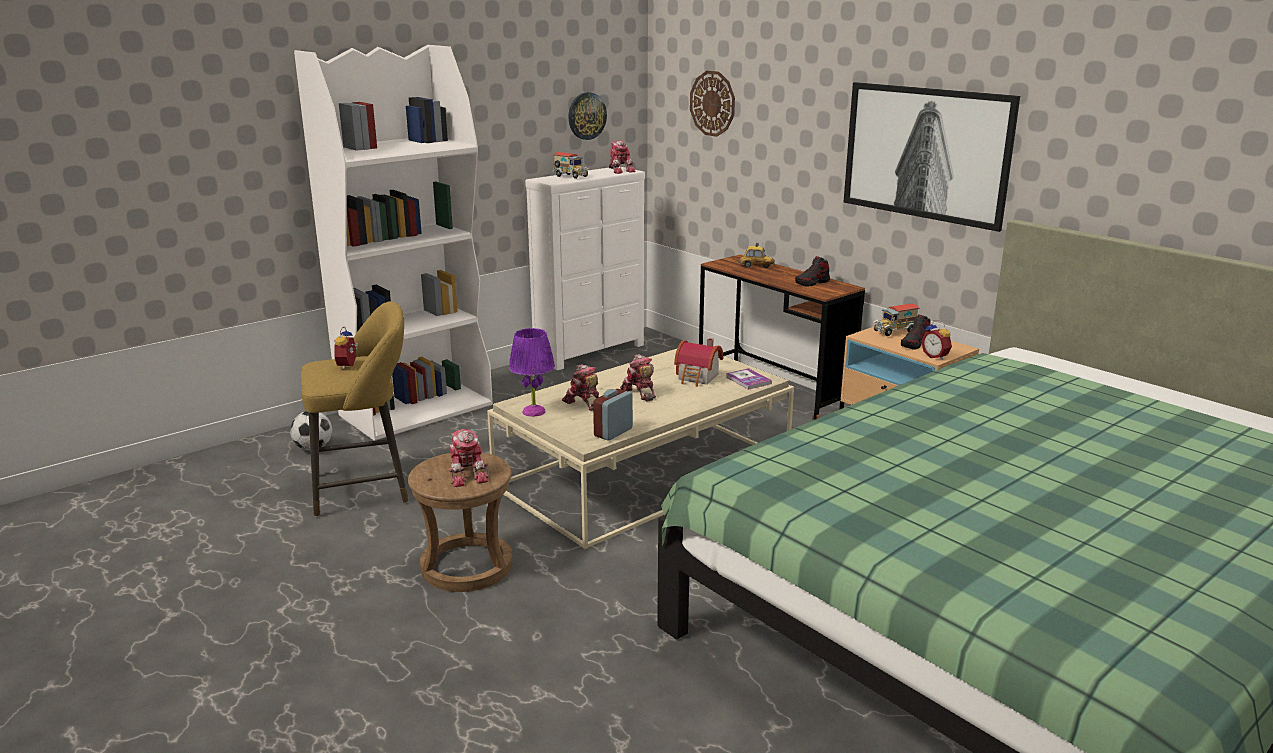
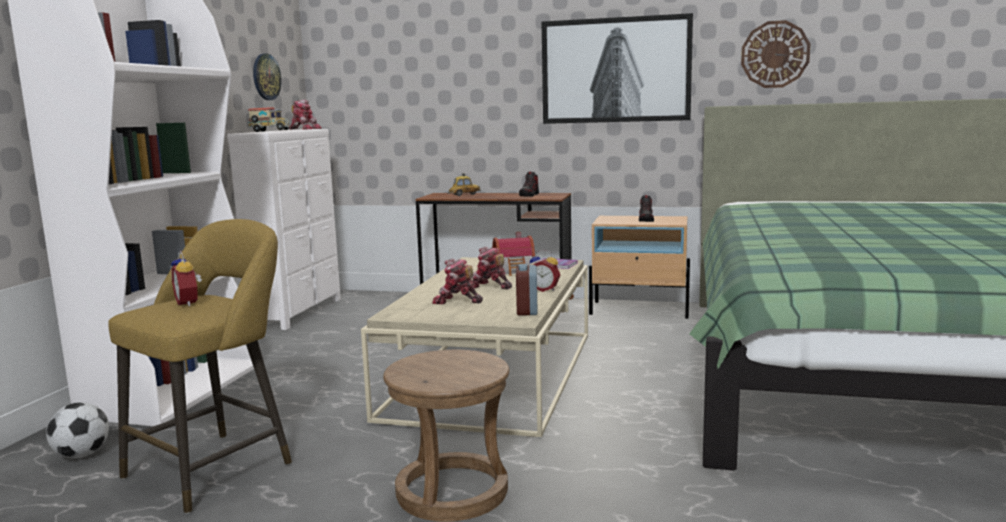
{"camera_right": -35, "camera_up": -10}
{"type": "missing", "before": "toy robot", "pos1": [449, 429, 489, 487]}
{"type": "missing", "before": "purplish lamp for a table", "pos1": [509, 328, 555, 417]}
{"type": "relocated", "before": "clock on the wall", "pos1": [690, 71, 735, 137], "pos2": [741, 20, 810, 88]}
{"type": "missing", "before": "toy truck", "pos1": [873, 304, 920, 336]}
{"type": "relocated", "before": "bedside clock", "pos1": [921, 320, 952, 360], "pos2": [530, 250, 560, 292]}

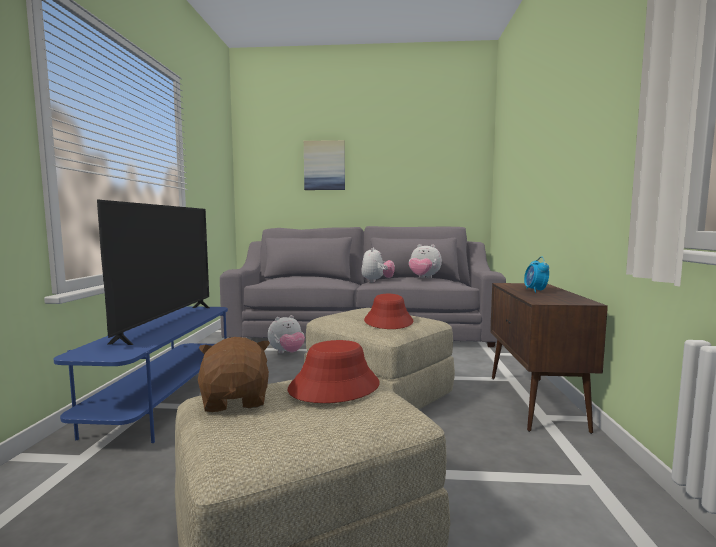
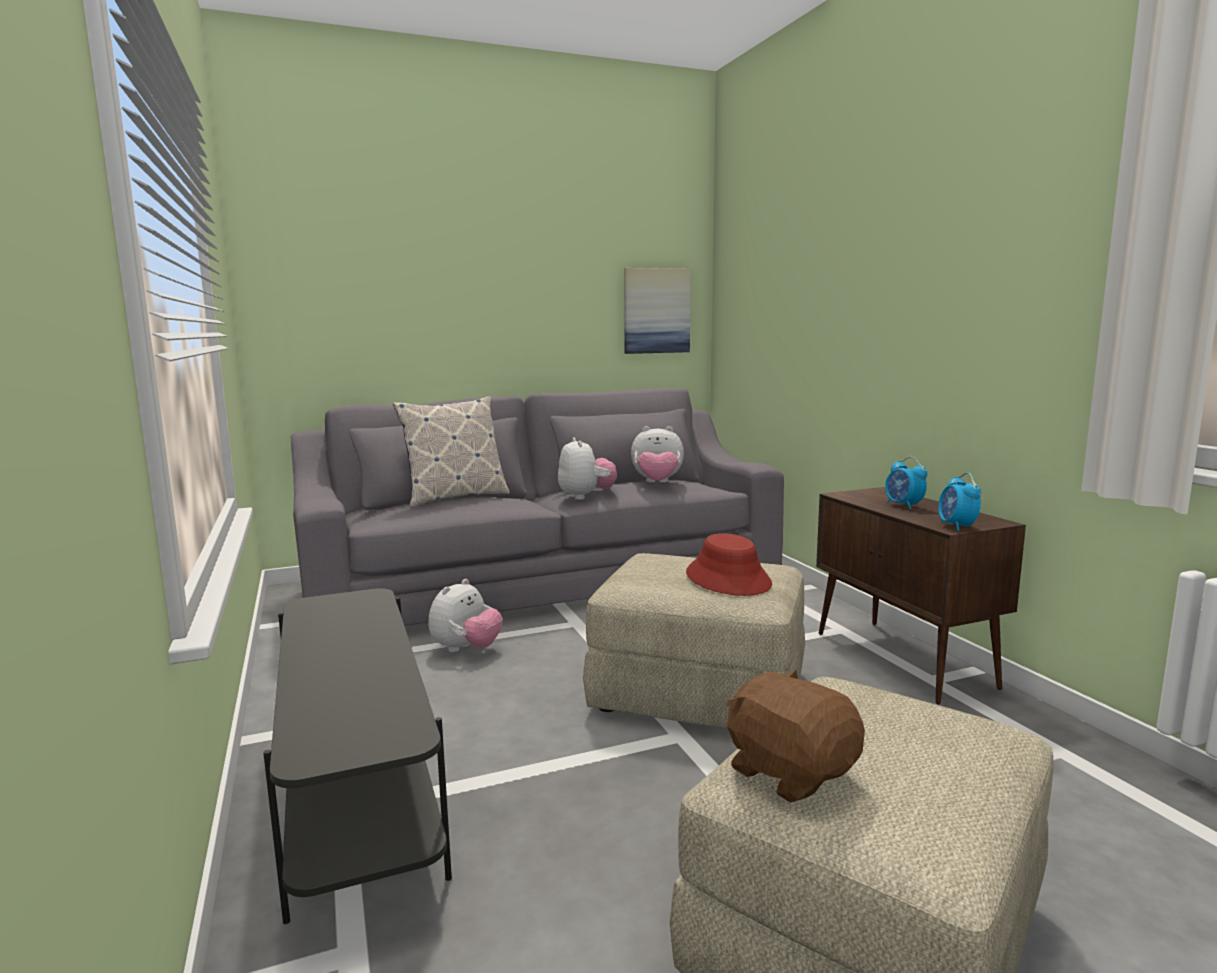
{"camera_right": -25, "camera_up": 5}
{"type": "colour", "before": "blue-coloured tv unit", "after": "greyish tv unit", "pos1": [54, 306, 228, 443], "pos2": [263, 588, 452, 924]}
{"type": "missing", "before": "TV", "pos1": [97, 200, 210, 345]}
{"type": "missing", "before": "red clothing hat", "pos1": [288, 340, 379, 403]}
{"type": "relocated", "before": "wall art", "pos1": [304, 140, 345, 190], "pos2": [624, 268, 691, 354]}
{"type": "appeared", "after": "cushion", "pos2": [393, 396, 510, 508]}
{"type": "appeared", "after": "bedside clock", "pos2": [938, 472, 981, 531]}

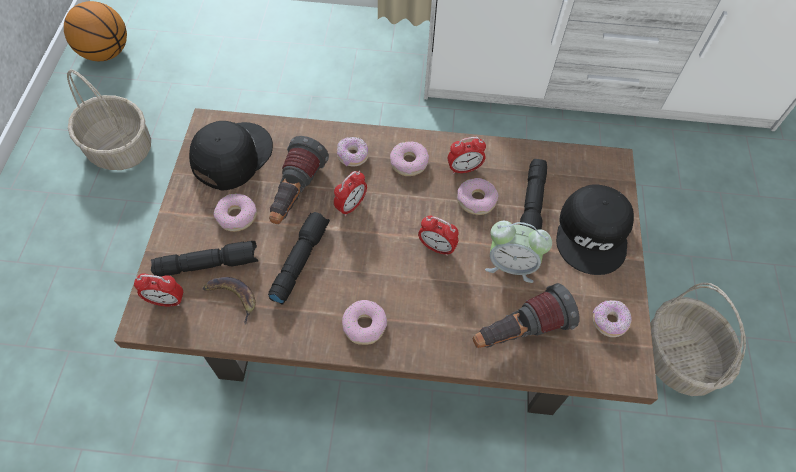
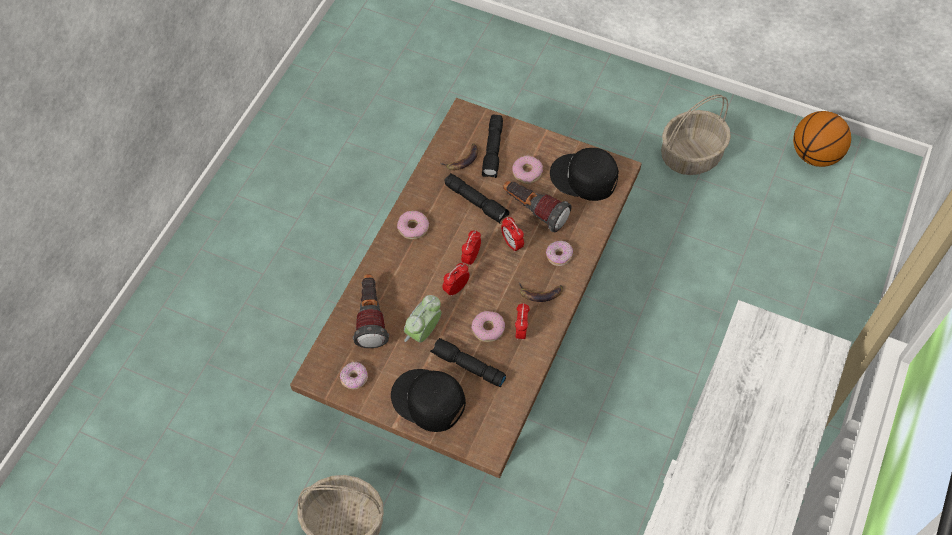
{"camera_right": 110, "camera_up": 0}
{"type": "relocated", "before": "bedside clock", "pos1": [134, 273, 183, 306], "pos2": [461, 230, 481, 266]}
{"type": "spun", "before": "black peaked cap", "pos1": [189, 121, 273, 190], "pos2": [550, 148, 619, 201], "turn": 150}
{"type": "exchanged", "before": "doughnut", "after": "banana fruit", "pos1": [390, 142, 429, 176], "pos2": [519, 282, 563, 302]}

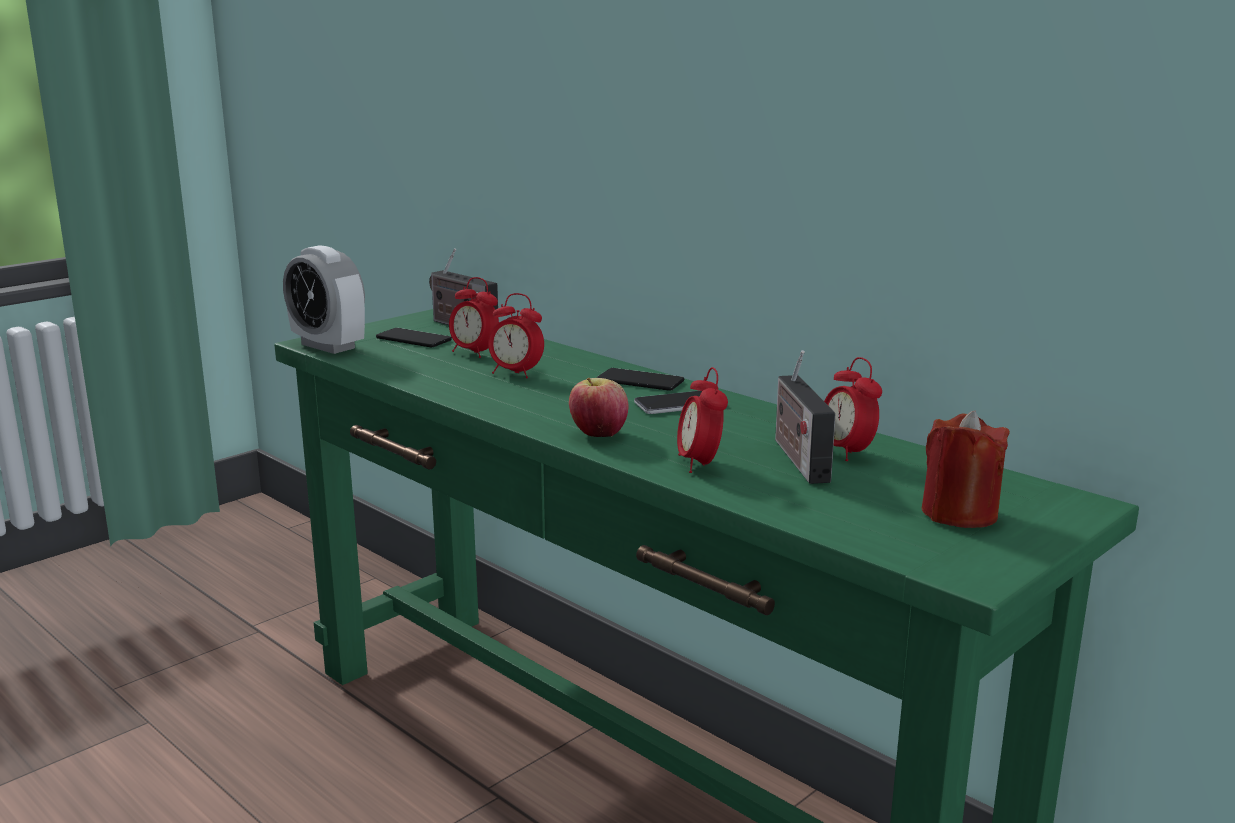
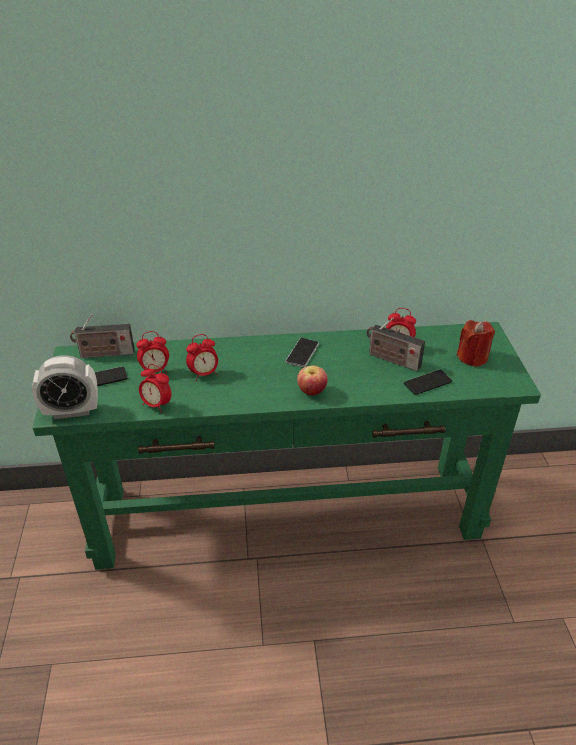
{"camera_right": -50, "camera_up": 20}
{"type": "relocated", "before": "telephone", "pos1": [597, 368, 684, 391], "pos2": [404, 370, 452, 395]}
{"type": "relocated", "before": "bedside clock", "pos1": [677, 367, 728, 473], "pos2": [139, 364, 171, 413]}

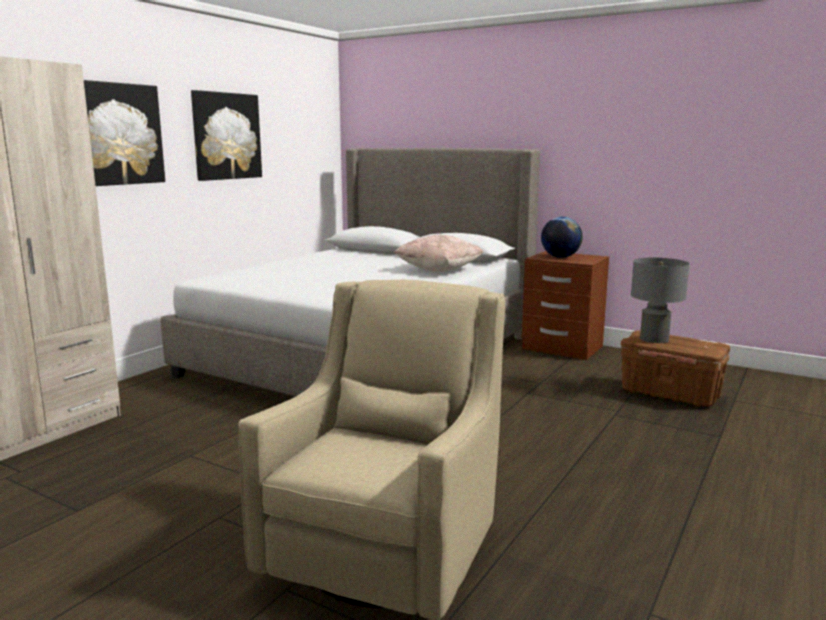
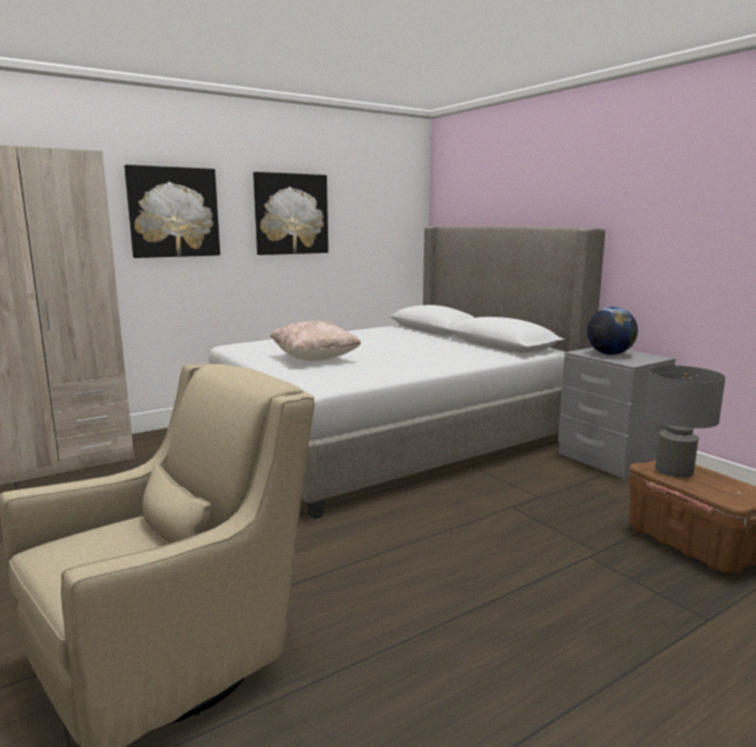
{"camera_right": 25, "camera_up": 0}
{"type": "relocated", "before": "beige-coloured cushion", "pos1": [394, 235, 483, 272], "pos2": [270, 320, 361, 361]}
{"type": "colour", "before": "brown-coloured bedside table", "after": "greyish bedside table", "pos1": [522, 251, 609, 360], "pos2": [558, 347, 675, 479]}

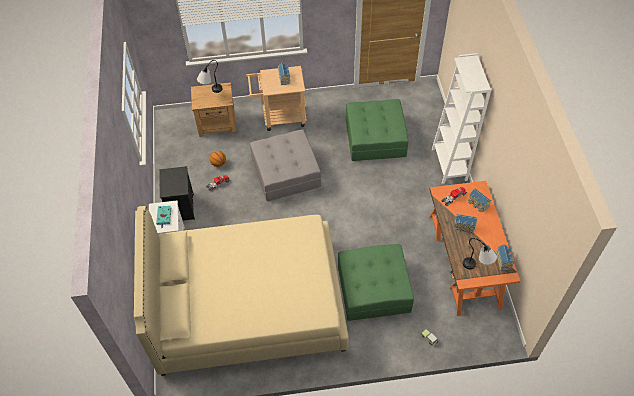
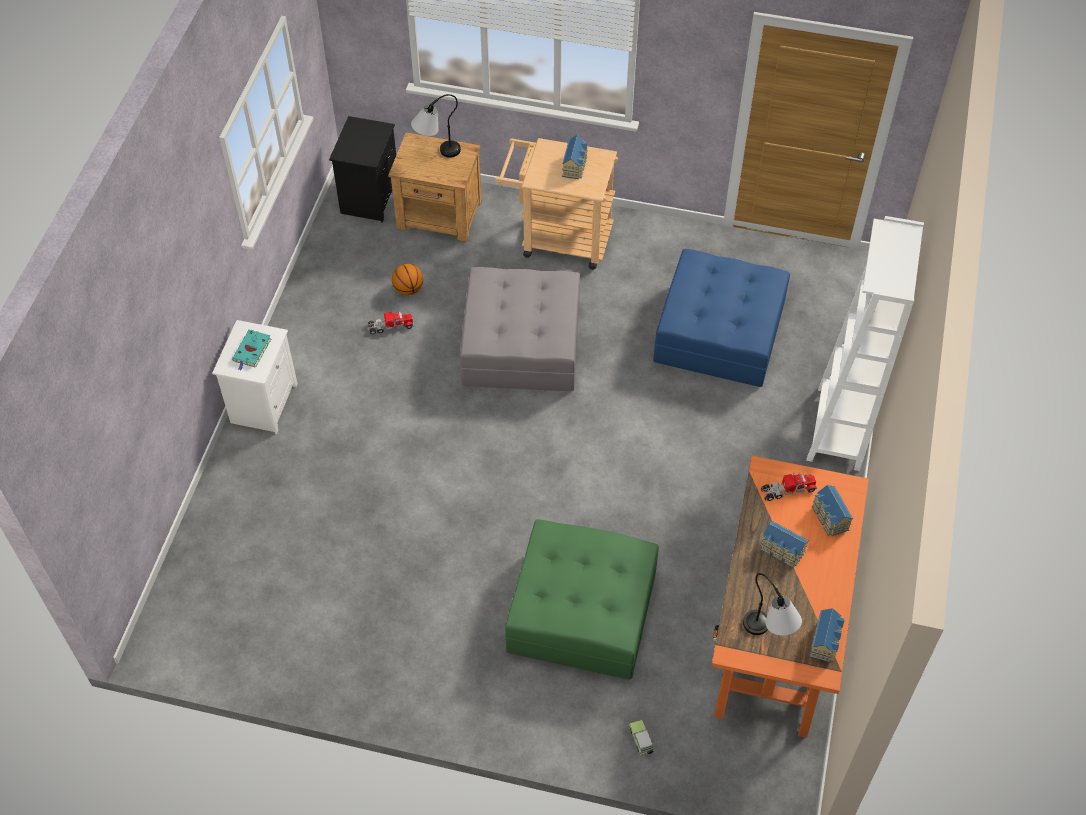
{"camera_right": 20, "camera_up": 0}
{"type": "missing", "before": "beige-coloured bedroom bed", "pos1": [134, 206, 349, 376]}
{"type": "relocated", "before": "black bedside table", "pos1": [159, 166, 195, 221], "pos2": [329, 116, 396, 223]}
{"type": "colour", "before": "green-coloured ottoman", "after": "blue-coloured ottoman", "pos1": [346, 99, 409, 161], "pos2": [653, 249, 790, 387]}

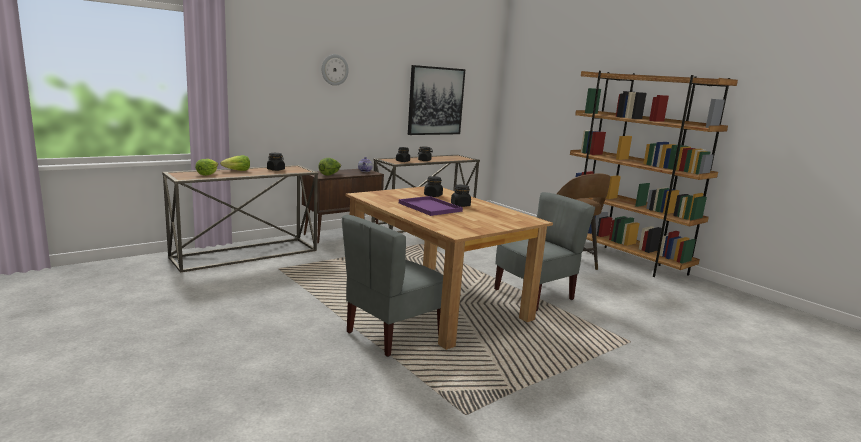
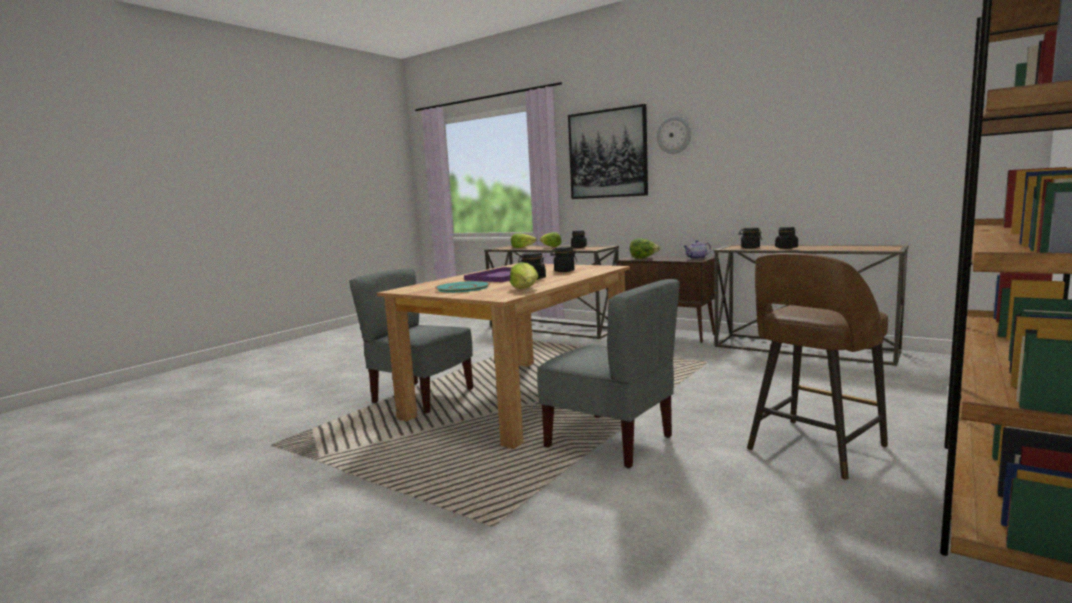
{"camera_right": 75, "camera_up": -5}
{"type": "relocated", "before": "wall art", "pos1": [408, 65, 465, 135], "pos2": [568, 104, 648, 199]}
{"type": "appeared", "after": "turquoise dinner plate", "pos2": [435, 281, 490, 293]}
{"type": "appeared", "after": "lettuce", "pos2": [510, 262, 538, 289]}

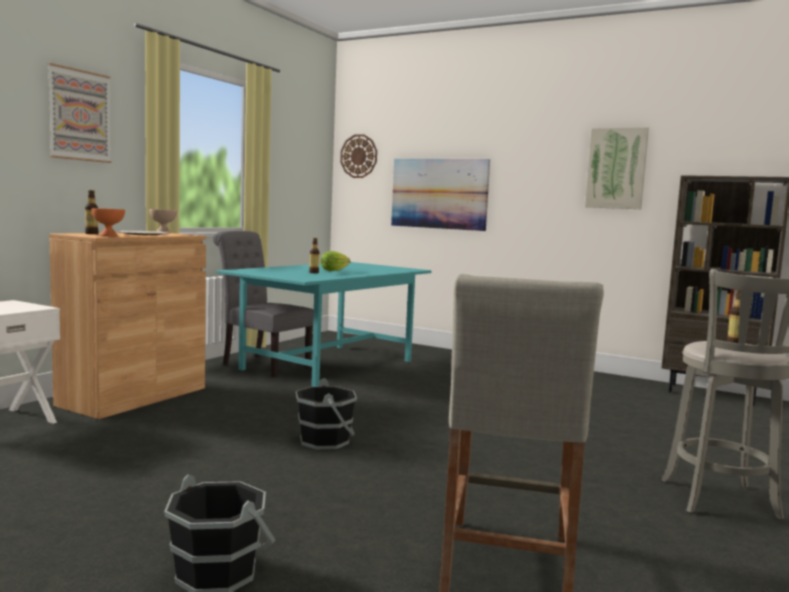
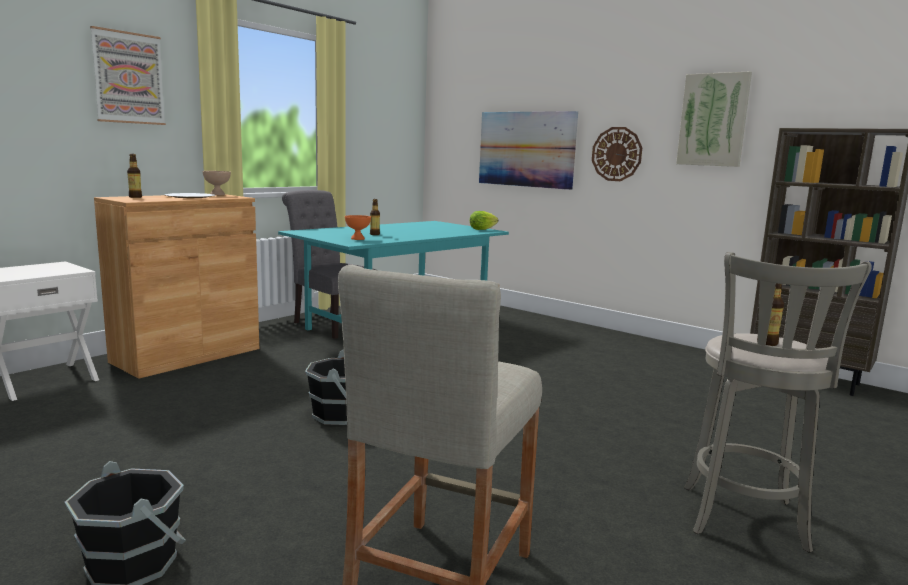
{"camera_right": 10, "camera_up": 5}
{"type": "relocated", "before": "orangey bowl", "pos1": [91, 208, 125, 237], "pos2": [345, 215, 371, 240]}
{"type": "relocated", "before": "lettuce", "pos1": [321, 251, 350, 271], "pos2": [470, 211, 498, 230]}
{"type": "relocated", "before": "clock on the wall", "pos1": [340, 134, 377, 178], "pos2": [592, 127, 642, 181]}

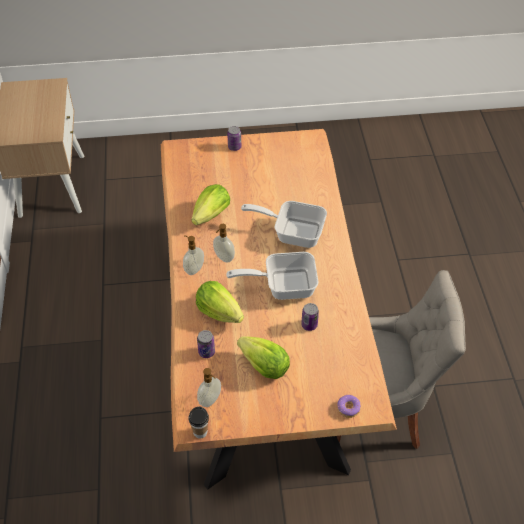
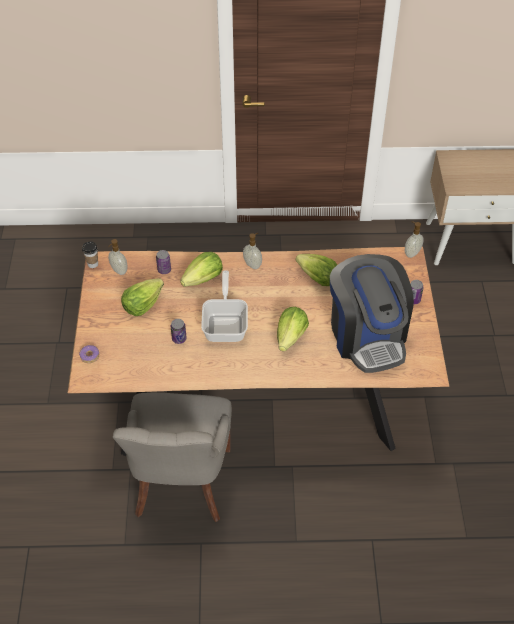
{"camera_right": 95, "camera_up": 0}
{"type": "relocated", "before": "liquid soap bottle", "pos1": [213, 224, 235, 263], "pos2": [405, 221, 424, 258]}
{"type": "exchanged", "before": "skillet", "after": "lettuce", "pos1": [241, 201, 327, 248], "pos2": [277, 307, 309, 352]}
{"type": "appeared", "after": "coffee brewer", "pos2": [330, 254, 414, 373]}

